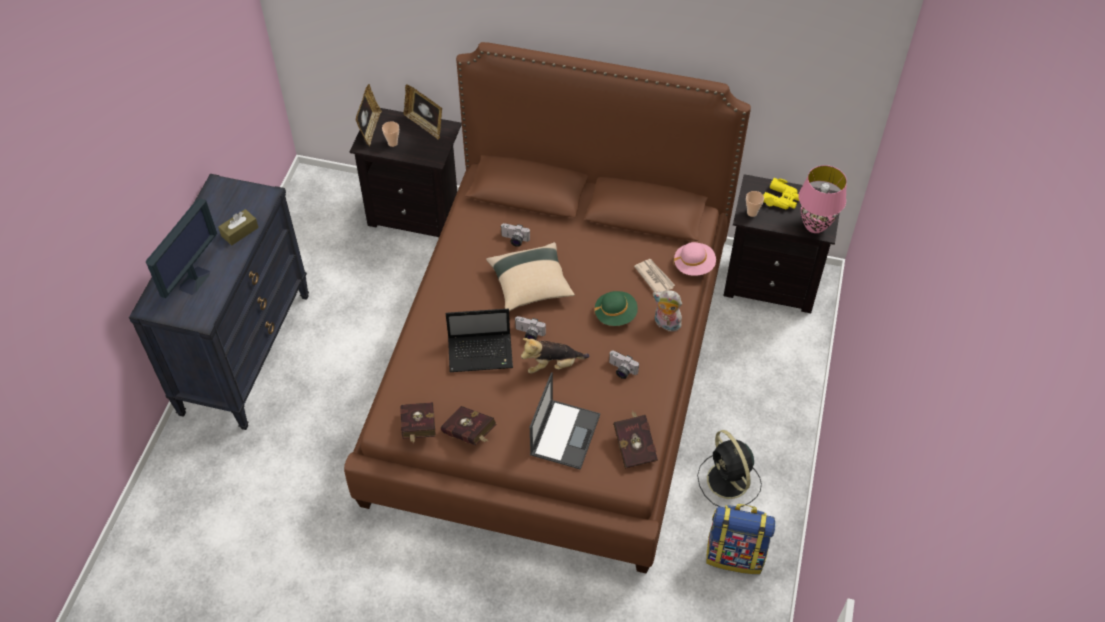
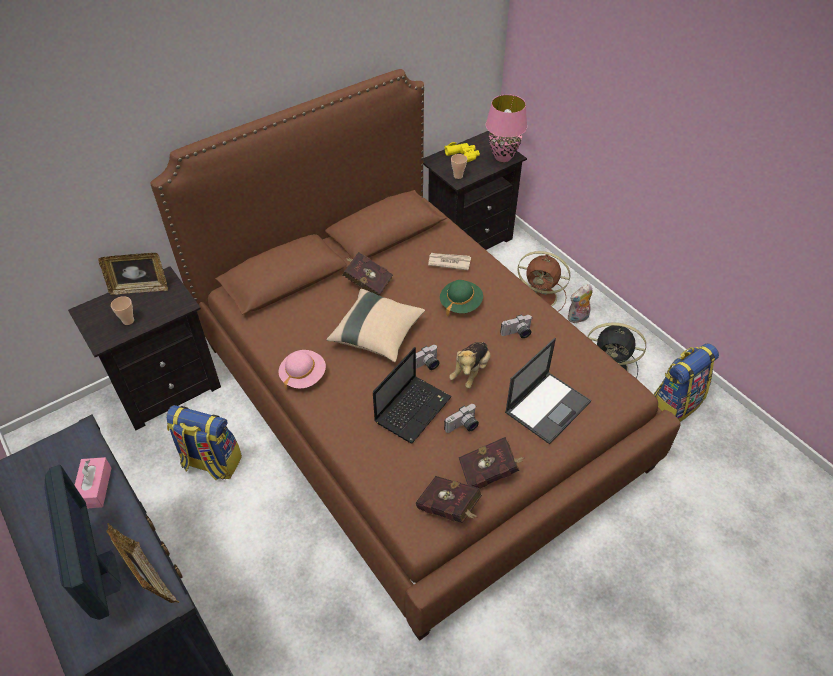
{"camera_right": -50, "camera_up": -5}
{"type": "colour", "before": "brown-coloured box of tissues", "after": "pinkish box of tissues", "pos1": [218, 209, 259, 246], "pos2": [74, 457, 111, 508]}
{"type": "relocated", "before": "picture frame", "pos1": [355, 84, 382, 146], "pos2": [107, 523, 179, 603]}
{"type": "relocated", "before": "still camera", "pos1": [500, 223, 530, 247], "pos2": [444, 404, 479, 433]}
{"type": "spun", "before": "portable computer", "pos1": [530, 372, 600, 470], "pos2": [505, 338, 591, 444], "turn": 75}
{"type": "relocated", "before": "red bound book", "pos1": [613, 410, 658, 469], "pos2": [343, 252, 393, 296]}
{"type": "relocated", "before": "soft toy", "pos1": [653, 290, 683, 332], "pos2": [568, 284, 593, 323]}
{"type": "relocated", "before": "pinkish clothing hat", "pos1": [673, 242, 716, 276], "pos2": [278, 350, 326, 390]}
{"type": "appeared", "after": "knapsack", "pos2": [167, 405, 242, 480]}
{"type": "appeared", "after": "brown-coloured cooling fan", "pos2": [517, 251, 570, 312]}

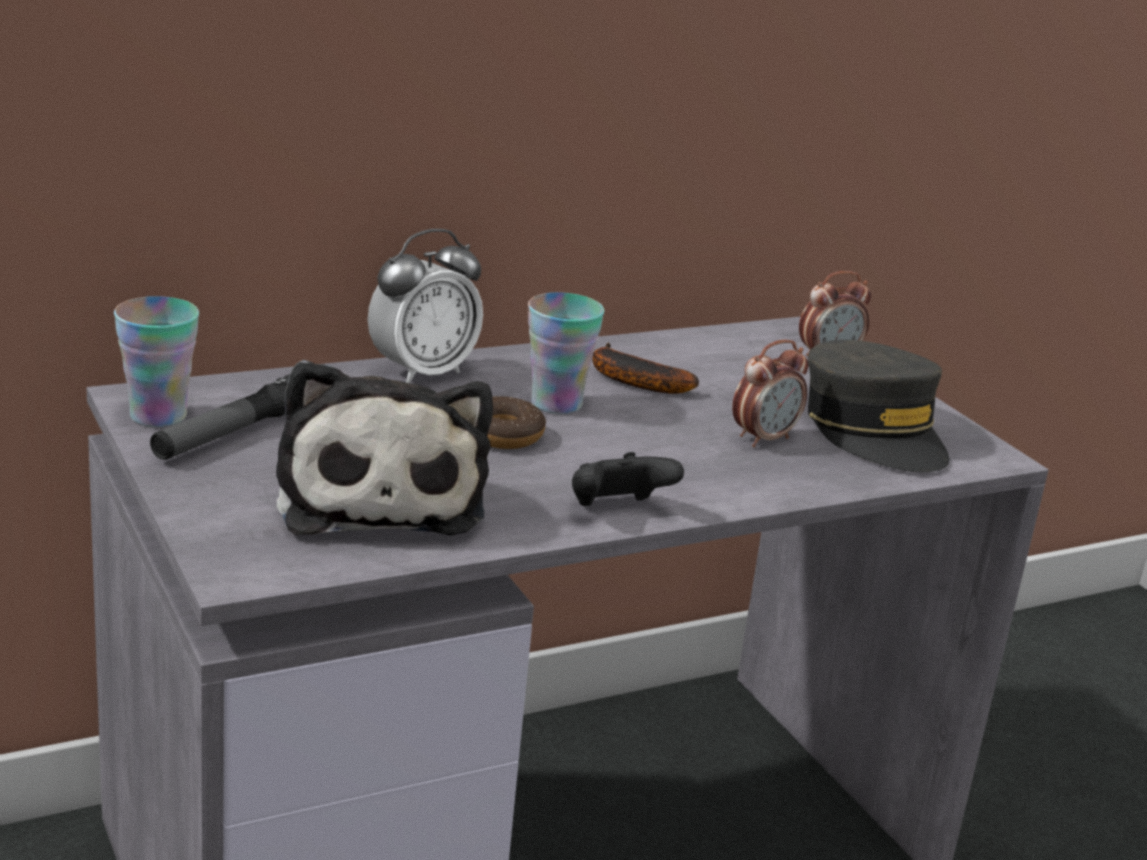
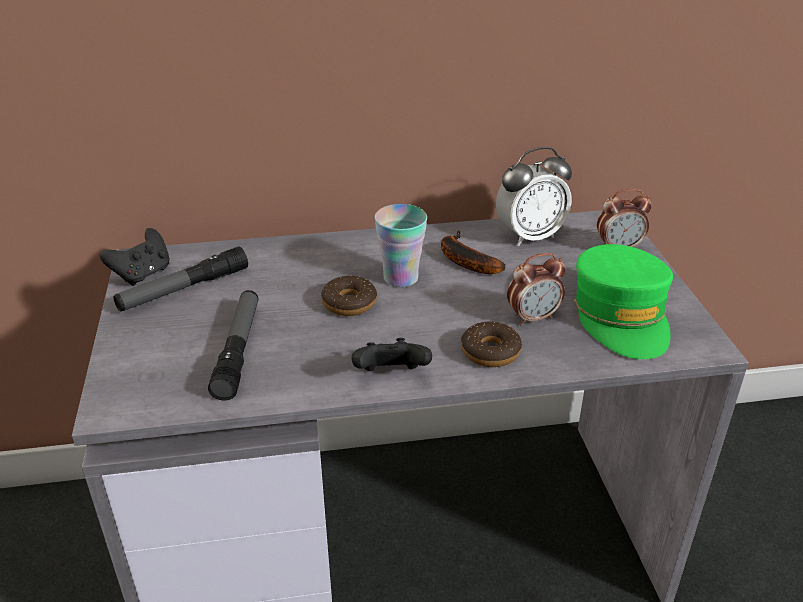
{"camera_right": 20, "camera_up": 10}
{"type": "exchanged", "before": "small cup", "after": "black game controller", "pos1": [114, 296, 199, 427], "pos2": [100, 228, 170, 286]}
{"type": "exchanged", "before": "soft toy", "after": "flashlight", "pos1": [276, 360, 493, 536], "pos2": [208, 290, 258, 401]}
{"type": "relocated", "before": "bedside clock", "pos1": [368, 229, 483, 383], "pos2": [496, 147, 572, 246]}
{"type": "colour", "before": "greyish peaked cap", "after": "green-coloured peaked cap", "pos1": [808, 340, 950, 472], "pos2": [574, 244, 673, 359]}
{"type": "appeared", "after": "doughnut", "pos2": [461, 322, 522, 367]}

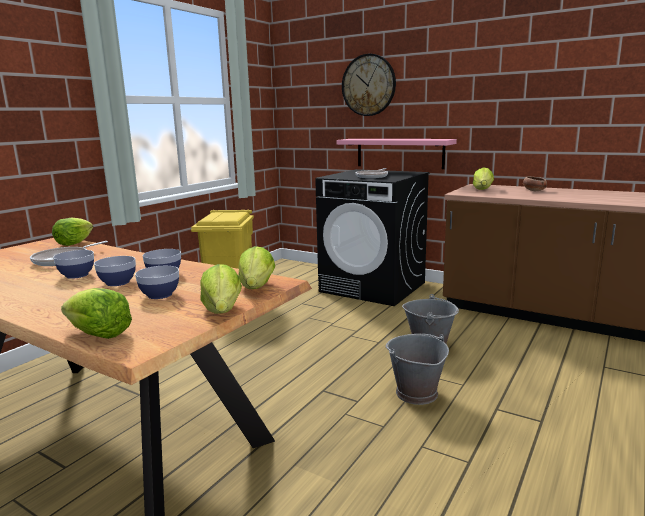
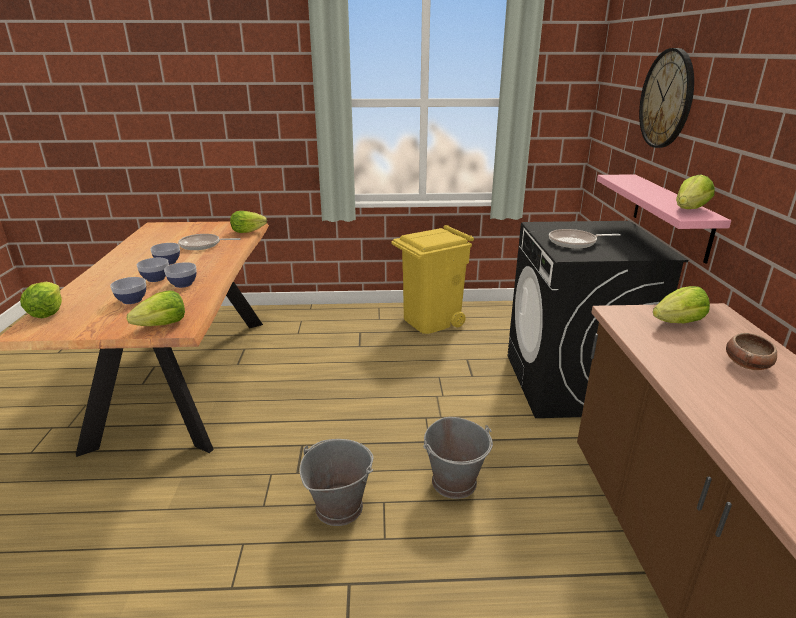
{"camera_right": 55, "camera_up": 10}
{"type": "relocated", "before": "lettuce", "pos1": [200, 264, 242, 314], "pos2": [676, 174, 715, 209]}

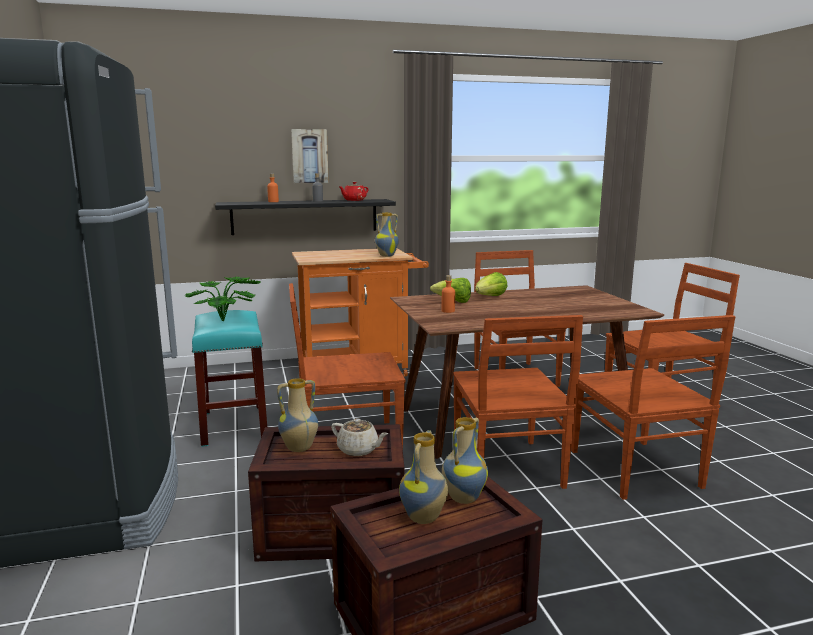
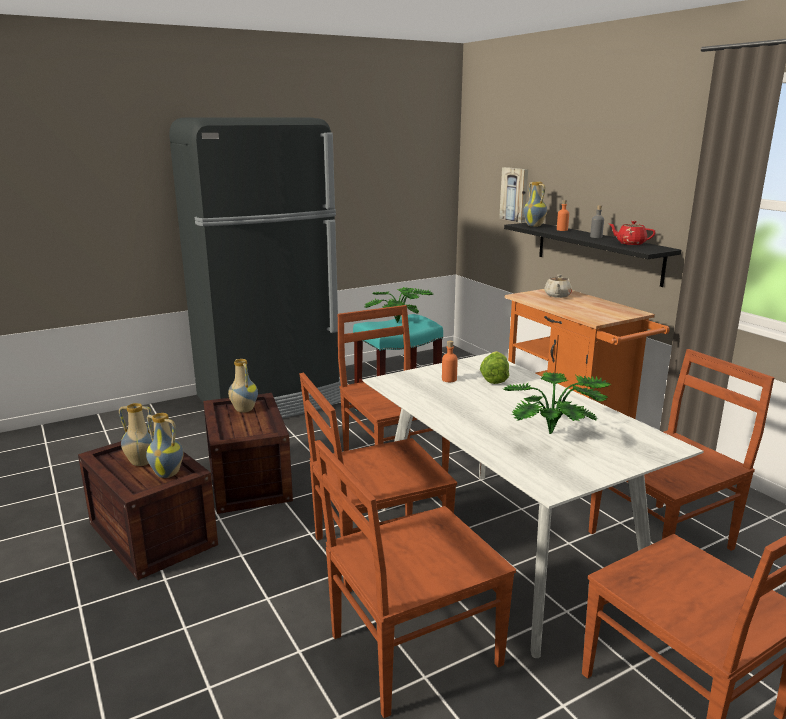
{"camera_right": 75, "camera_up": 5}
{"type": "relocated", "before": "wall art", "pos1": [291, 129, 329, 183], "pos2": [499, 167, 528, 223]}
{"type": "relocated", "before": "beige-coloured teapot", "pos1": [331, 418, 388, 456], "pos2": [544, 274, 572, 298]}
{"type": "relocated", "before": "decorative vase", "pos1": [375, 212, 399, 257], "pos2": [523, 182, 547, 227]}
{"type": "colour", "before": "brown-coloured dining table", "after": "white-coloured dining table", "pos1": [390, 285, 664, 459], "pos2": [362, 353, 704, 658]}
{"type": "missing", "before": "lettuce", "pos1": [475, 272, 508, 296]}
{"type": "appeared", "after": "plant in a pot", "pos2": [504, 372, 611, 434]}

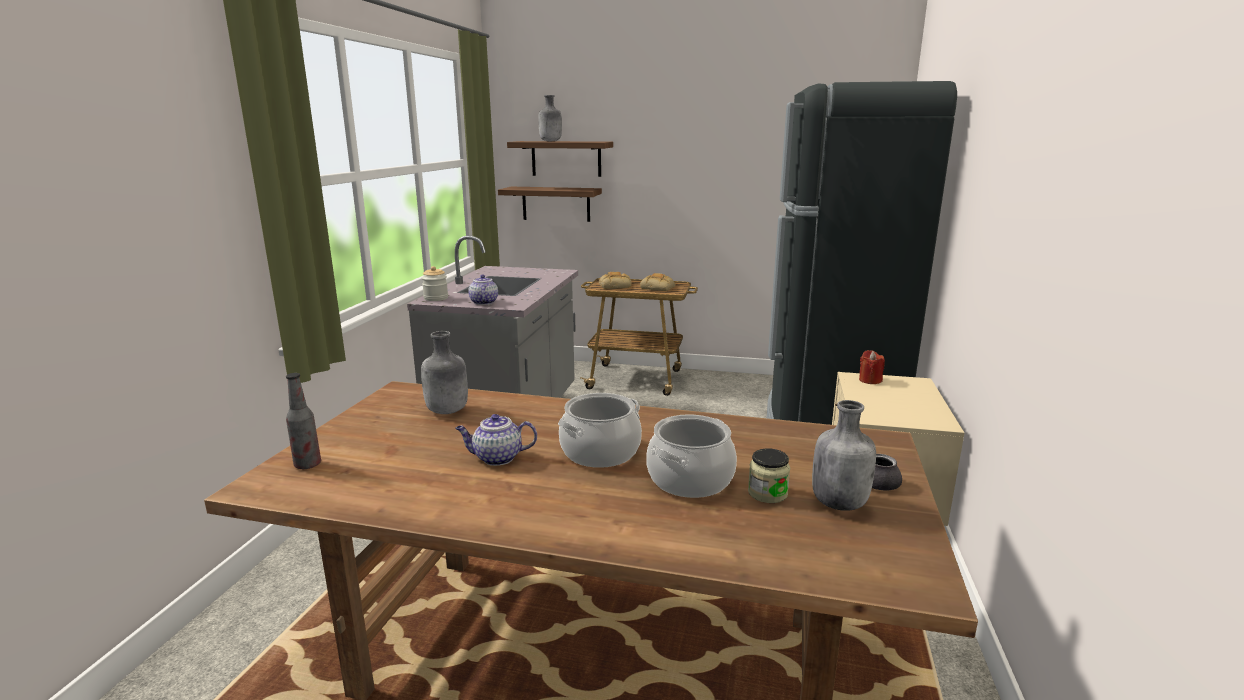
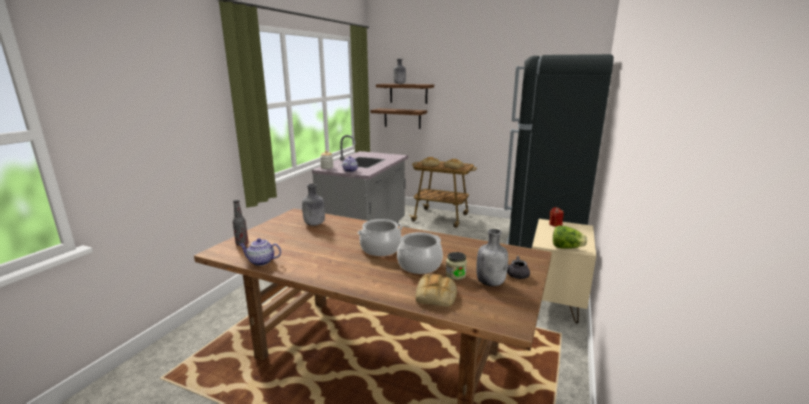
{"camera_right": 10, "camera_up": 0}
{"type": "relocated", "before": "teapot", "pos1": [455, 414, 537, 466], "pos2": [239, 238, 281, 266]}
{"type": "appeared", "after": "baked bread", "pos2": [416, 274, 457, 307]}
{"type": "appeared", "after": "lettuce", "pos2": [553, 225, 587, 249]}

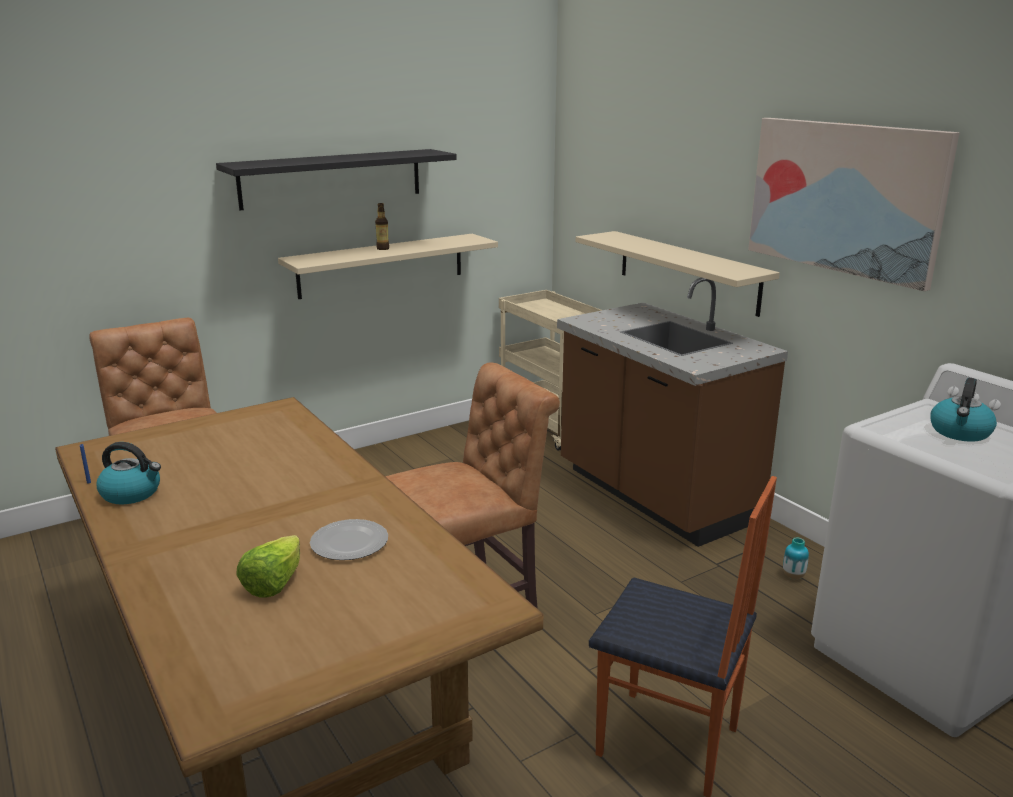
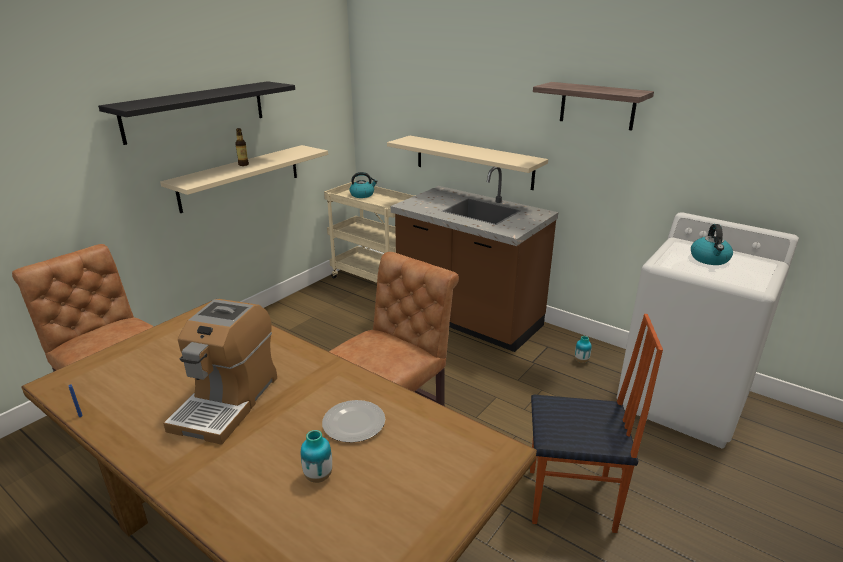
{"camera_right": -20, "camera_up": 5}
{"type": "relocated", "before": "tea kettle", "pos1": [97, 442, 161, 504], "pos2": [349, 172, 378, 198]}
{"type": "exchanged", "before": "lettuce", "after": "decorative vase", "pos1": [236, 535, 300, 598], "pos2": [301, 430, 332, 483]}
{"type": "exchanged", "before": "wall art", "after": "bracket shelf", "pos1": [748, 118, 959, 291], "pos2": [533, 82, 654, 130]}
{"type": "appeared", "after": "coffee brewer", "pos2": [163, 299, 277, 445]}

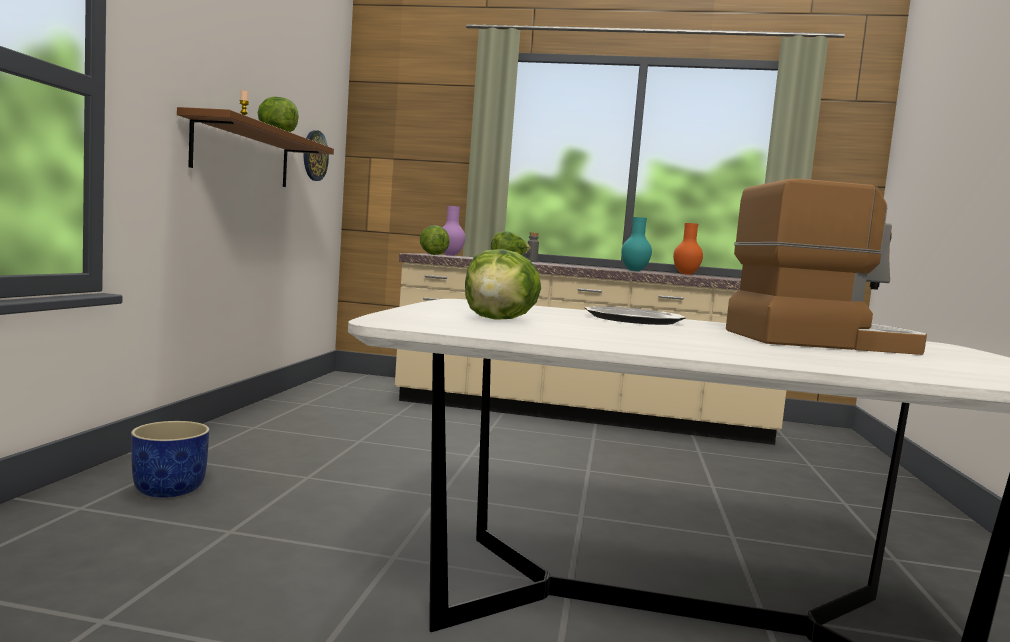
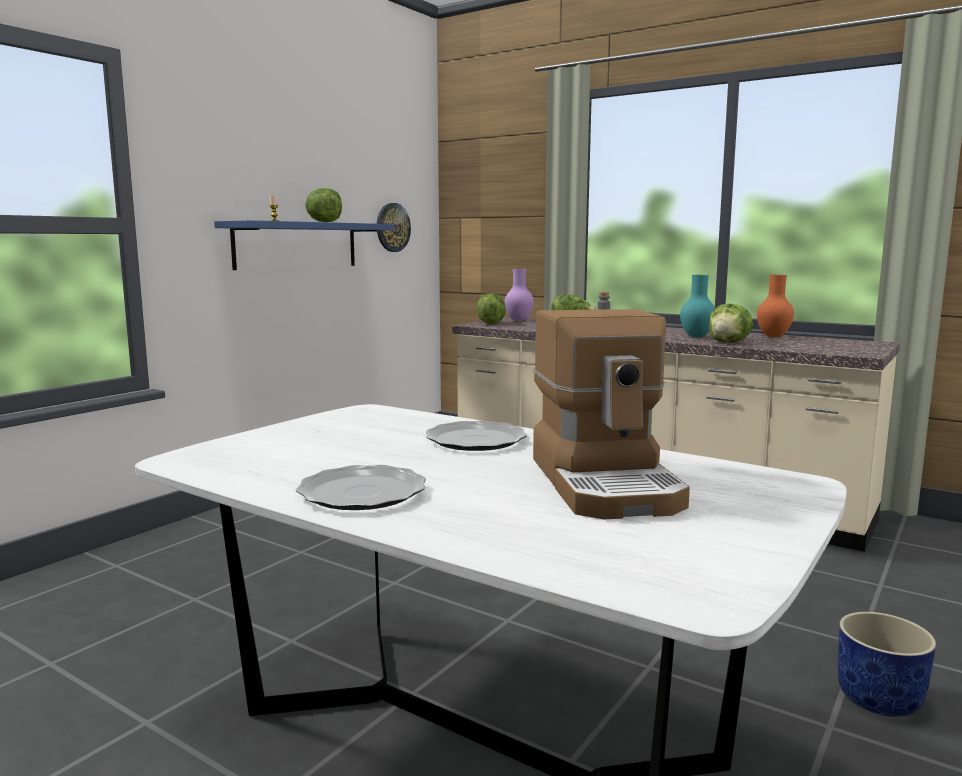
{"camera_right": 25, "camera_up": 5}
{"type": "relocated", "before": "blue-coloured plant pot", "pos1": [131, 421, 210, 498], "pos2": [837, 612, 936, 717]}
{"type": "colour", "before": "brown-coloured bracket shelf", "after": "blue-coloured bracket shelf", "pos1": [177, 107, 334, 187], "pos2": [214, 220, 394, 270]}
{"type": "relocated", "before": "lettuce", "pos1": [465, 249, 541, 320], "pos2": [709, 304, 753, 343]}
{"type": "spun", "before": "coffee brewer", "pos1": [726, 179, 927, 355], "pos2": [533, 309, 690, 520], "turn": 60}
{"type": "appeared", "after": "dinner plate", "pos2": [296, 465, 426, 510]}

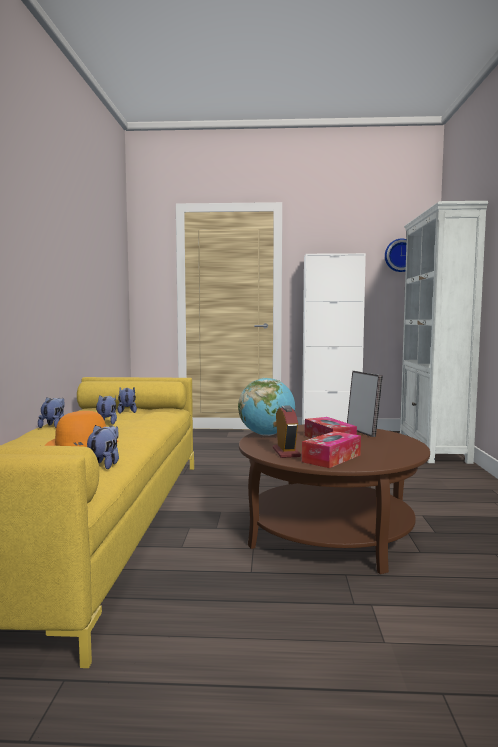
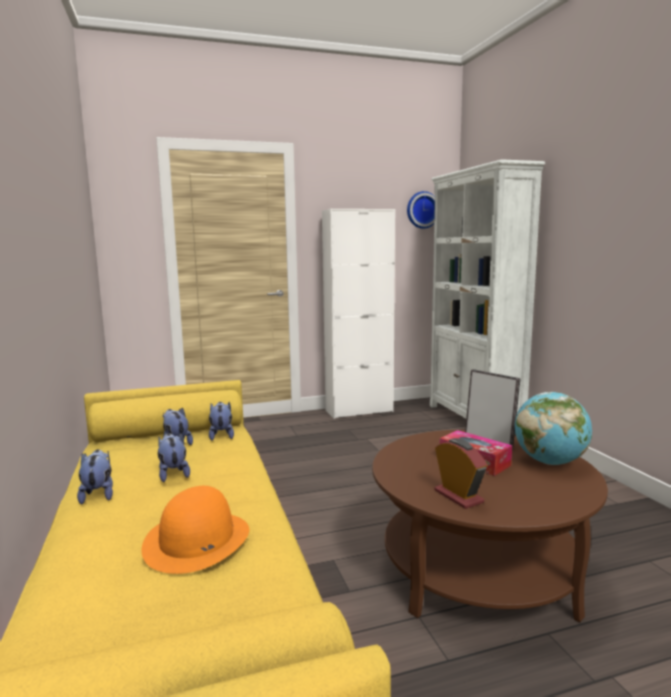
{"camera_right": -20, "camera_up": 5}
{"type": "relocated", "before": "soft toy", "pos1": [87, 425, 119, 469], "pos2": [209, 402, 234, 441]}
{"type": "relocated", "before": "desk globe", "pos1": [238, 378, 295, 436], "pos2": [515, 392, 592, 465]}
{"type": "missing", "before": "box of tissues", "pos1": [302, 431, 361, 468]}

